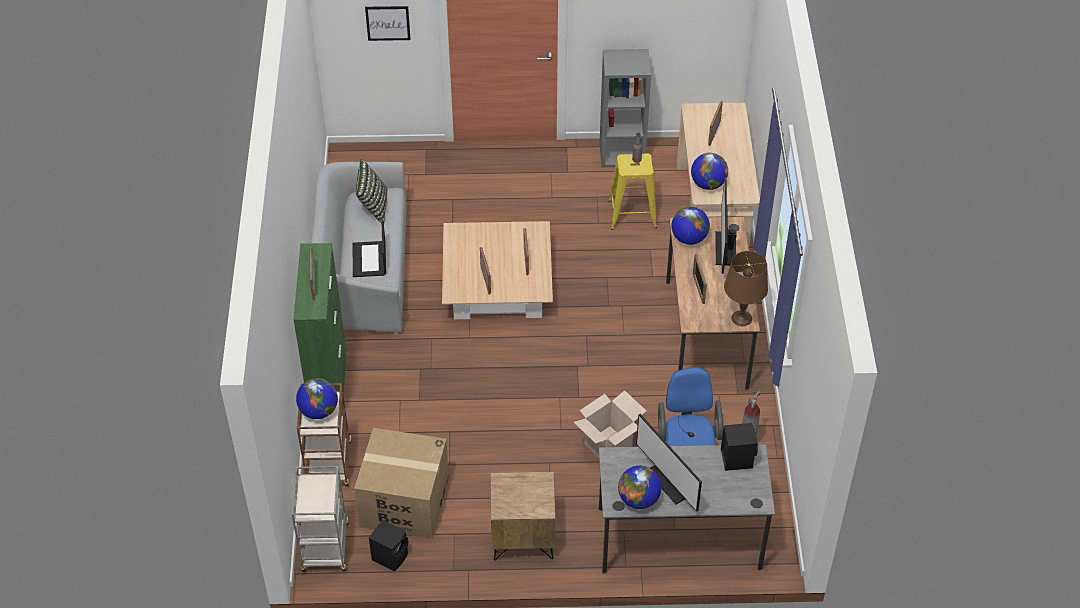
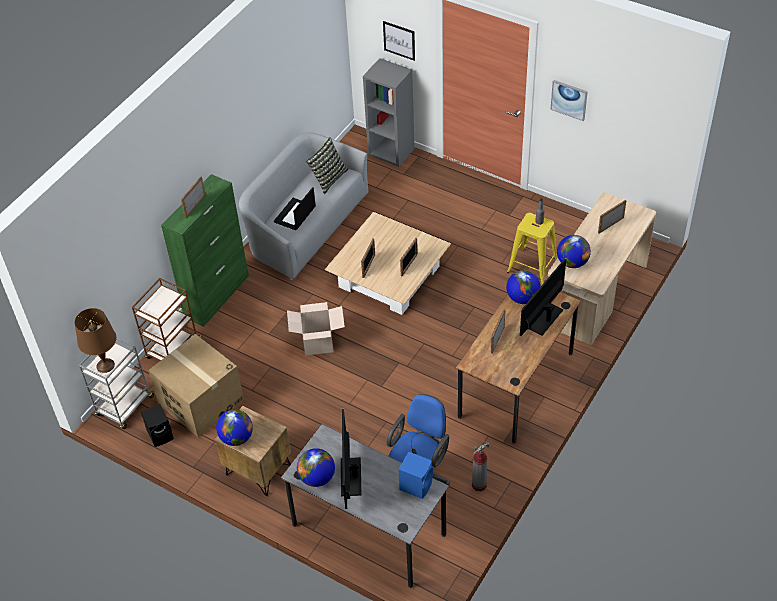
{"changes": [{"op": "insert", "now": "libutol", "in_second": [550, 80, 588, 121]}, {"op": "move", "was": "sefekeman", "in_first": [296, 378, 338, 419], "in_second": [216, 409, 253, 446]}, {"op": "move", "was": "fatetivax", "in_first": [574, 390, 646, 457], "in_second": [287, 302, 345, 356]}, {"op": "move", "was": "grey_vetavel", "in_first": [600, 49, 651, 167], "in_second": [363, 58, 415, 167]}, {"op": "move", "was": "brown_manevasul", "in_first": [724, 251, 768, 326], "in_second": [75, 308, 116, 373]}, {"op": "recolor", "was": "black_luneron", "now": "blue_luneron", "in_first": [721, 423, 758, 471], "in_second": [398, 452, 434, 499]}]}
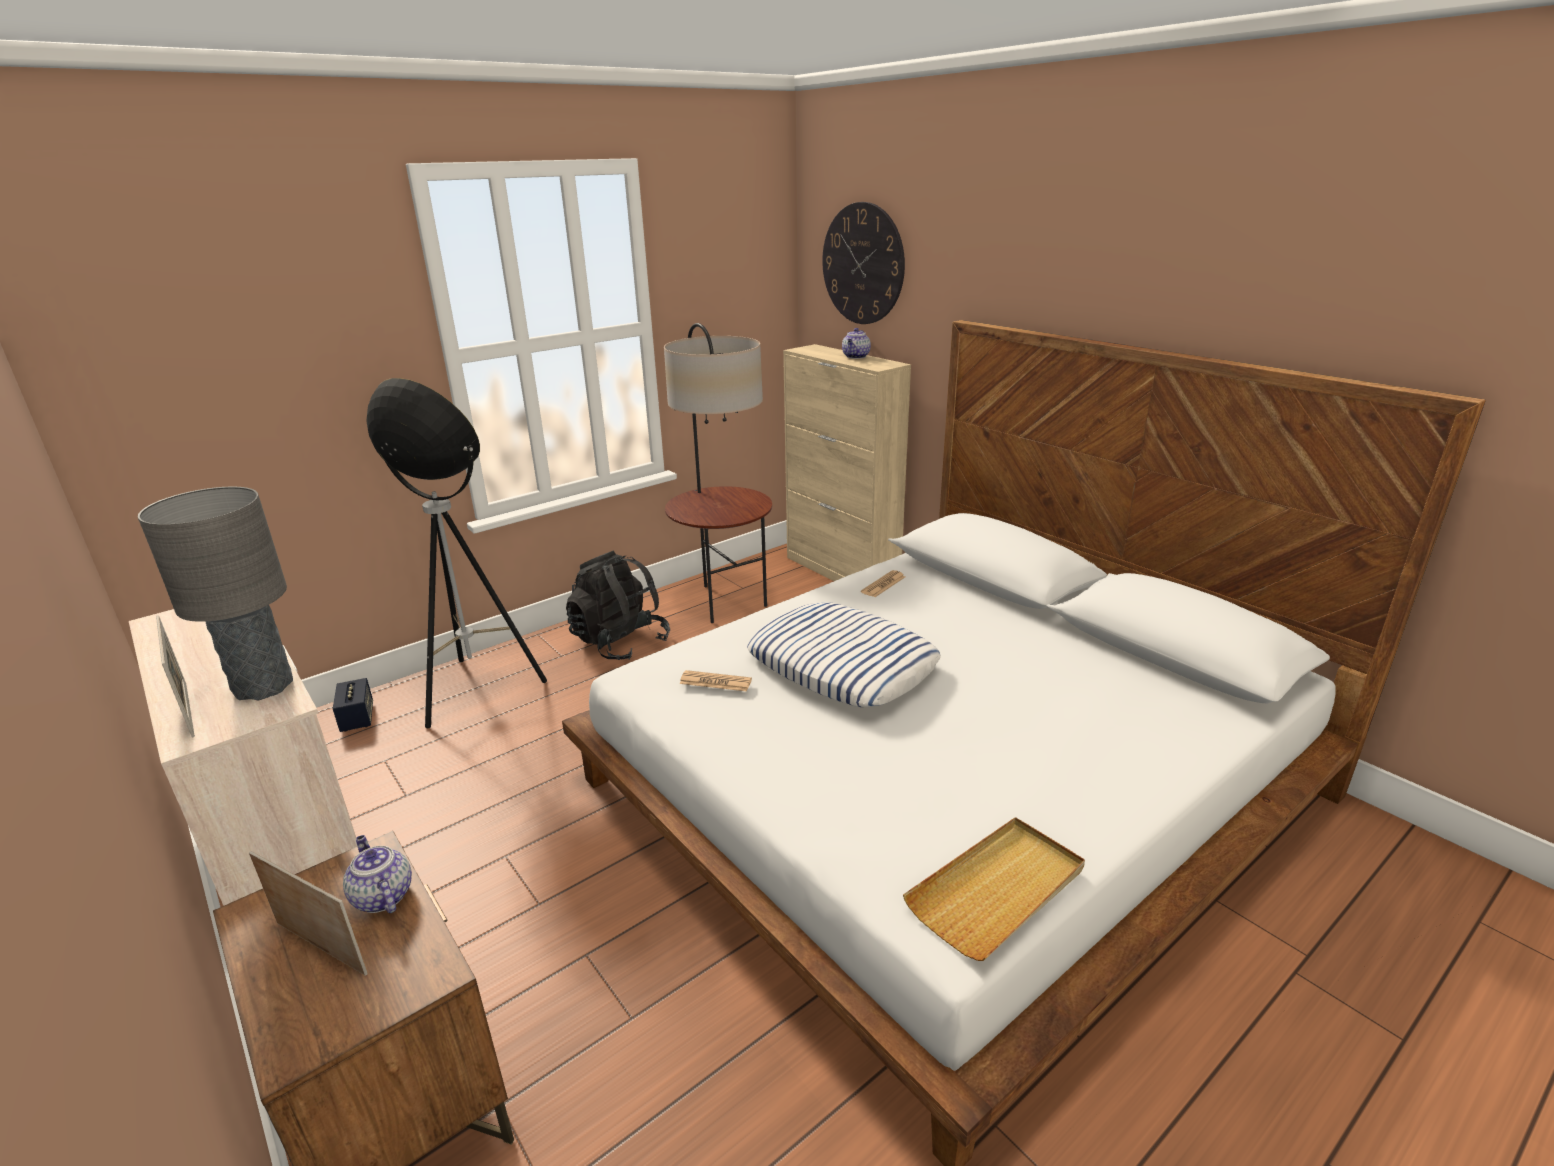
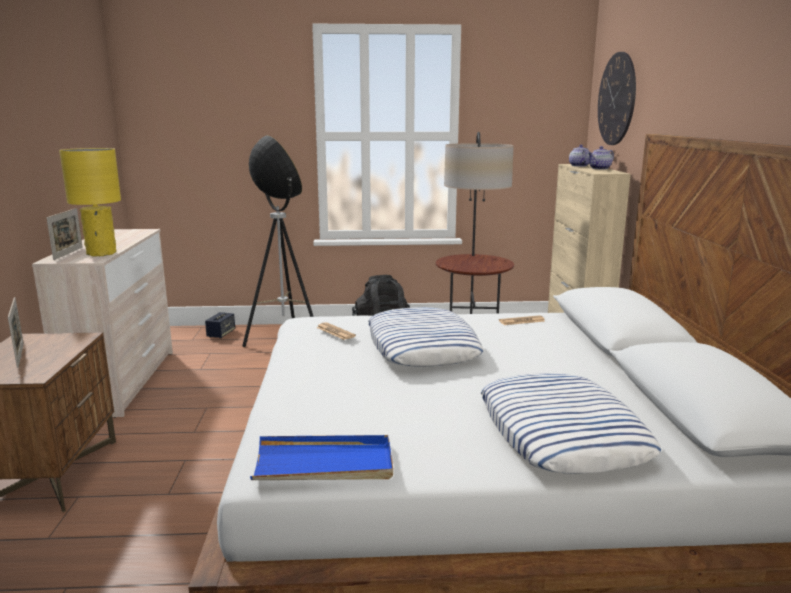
{"changes": [{"op": "insert", "now": "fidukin", "in_second": [481, 373, 662, 474]}, {"op": "move", "was": "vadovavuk", "in_first": [343, 835, 412, 913], "in_second": [569, 145, 590, 167]}, {"op": "recolor", "was": "grey_manevasul", "now": "yellow_manevasul", "in_first": [138, 487, 293, 700], "in_second": [59, 148, 121, 256]}, {"op": "recolor", "was": "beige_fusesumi", "now": "blue_fusesumi", "in_first": [903, 817, 1085, 961], "in_second": [250, 435, 393, 480]}]}
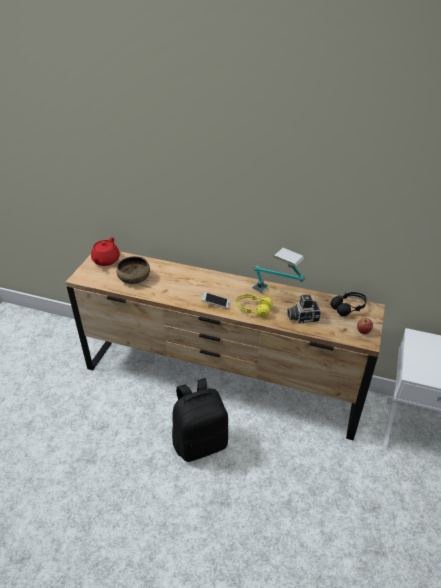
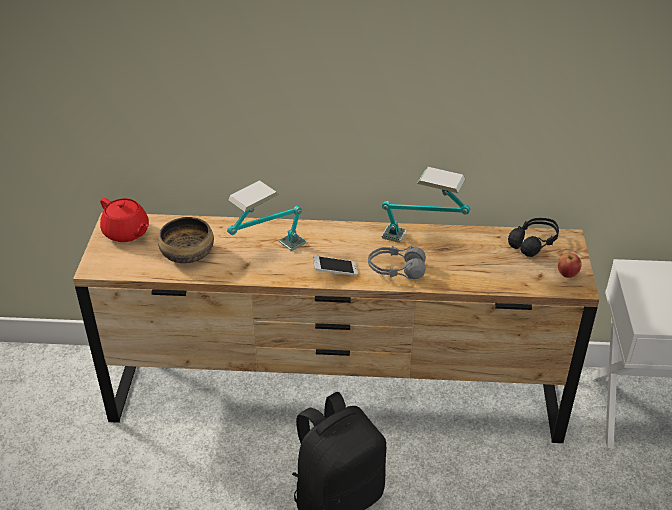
{"changes": [{"op": "delete", "was": "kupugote", "in_first": [287, 294, 321, 324]}, {"op": "insert", "now": "manevasul", "in_second": [227, 180, 306, 251]}, {"op": "recolor", "was": "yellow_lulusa", "now": "grey_lulusa", "in_first": [236, 294, 273, 317], "in_second": [368, 246, 426, 279]}, {"op": "rotate", "was": "red_vadovavuk", "in_first": [91, 237, 120, 266], "in_second": [100, 198, 149, 242], "clockwise": -45}]}
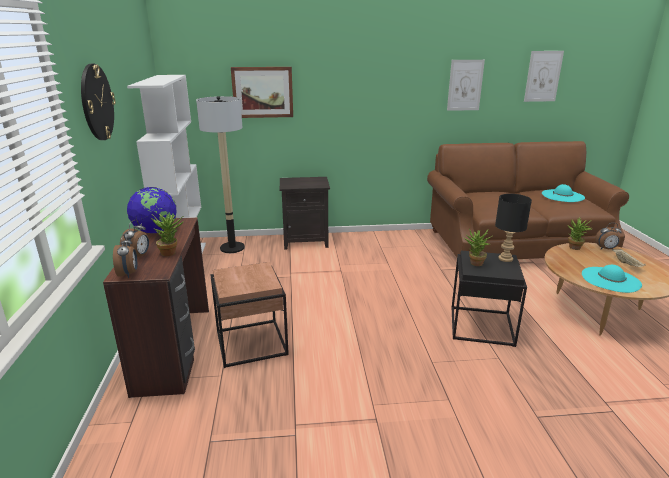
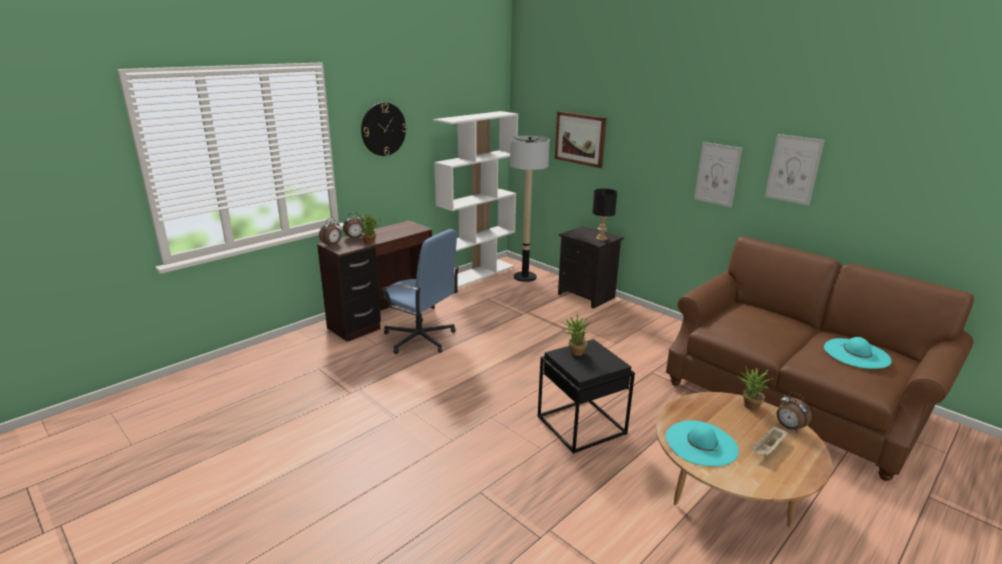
{"changes": [{"op": "delete", "was": "sefekeman", "in_first": [127, 187, 177, 234]}, {"op": "move", "was": "black_manevasul", "in_first": [495, 194, 532, 262], "in_second": [592, 189, 617, 241]}, {"op": "move", "was": "libutol", "in_first": [524, 51, 564, 102], "in_second": [694, 142, 742, 207]}, {"op": "replace", "was": "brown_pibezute", "now": "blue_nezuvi", "in_first": [210, 262, 289, 368], "in_second": [380, 229, 459, 354]}]}
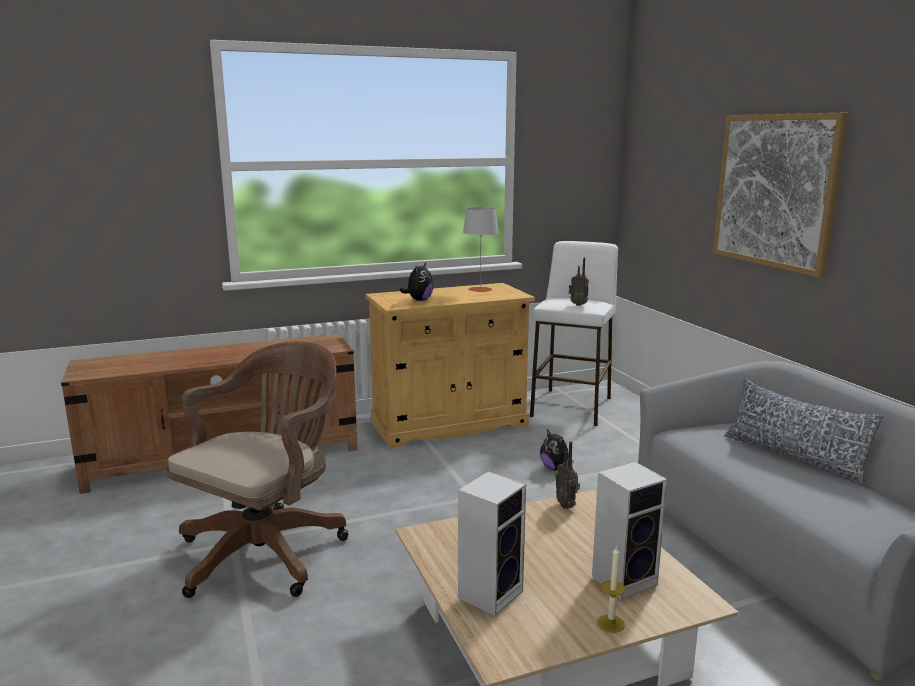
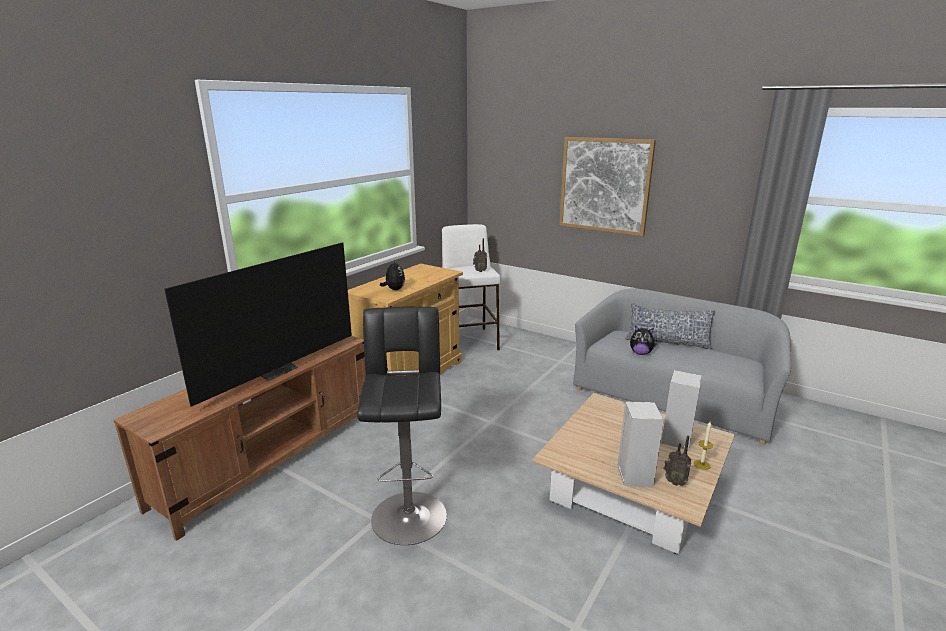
{"changes": [{"op": "delete", "was": "grey_manevasul", "in_first": [463, 207, 499, 292]}, {"op": "insert", "now": "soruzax", "in_second": [164, 242, 352, 407]}, {"op": "move", "was": "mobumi", "in_first": [540, 430, 574, 470], "in_second": [630, 326, 657, 355]}, {"op": "move", "was": "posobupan", "in_first": [556, 441, 580, 509], "in_second": [663, 435, 691, 486]}, {"op": "replace", "was": "brown_nezuvi", "now": "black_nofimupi", "in_first": [166, 341, 349, 598], "in_second": [357, 307, 447, 545]}]}
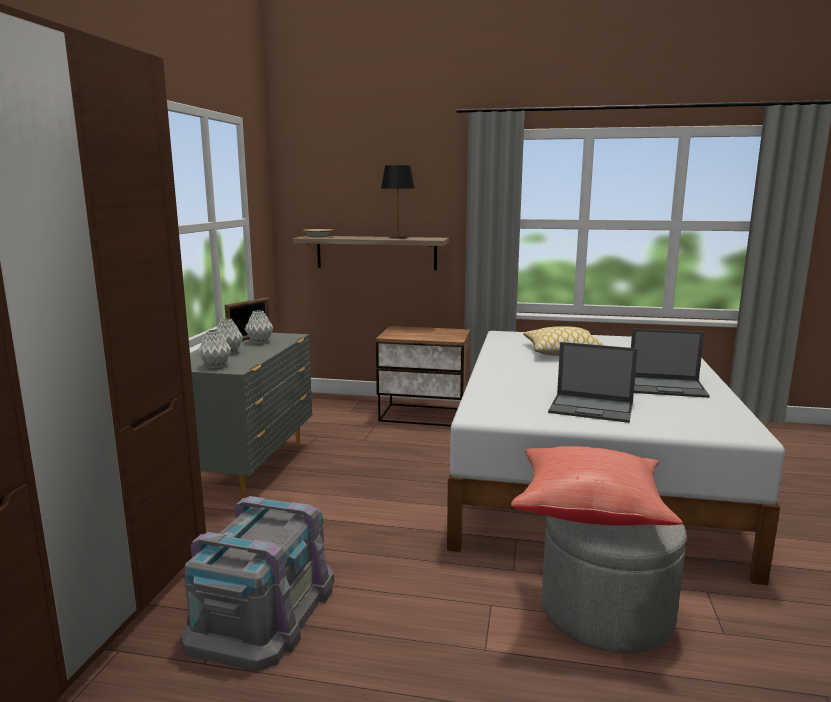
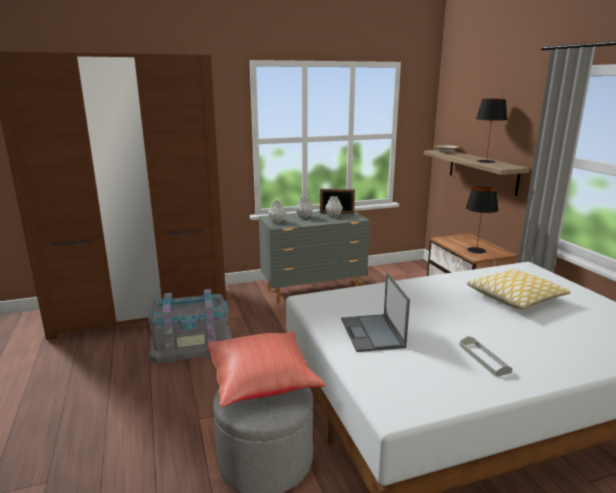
{"changes": [{"op": "insert", "now": "black_manevasul", "in_second": [466, 186, 498, 254]}, {"op": "replace", "was": "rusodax", "now": "grey_fusesumi", "in_first": [631, 328, 710, 398], "in_second": [459, 336, 512, 377]}]}
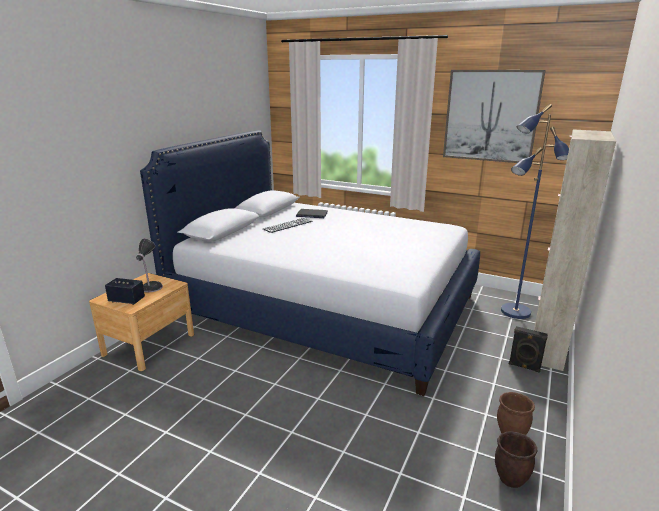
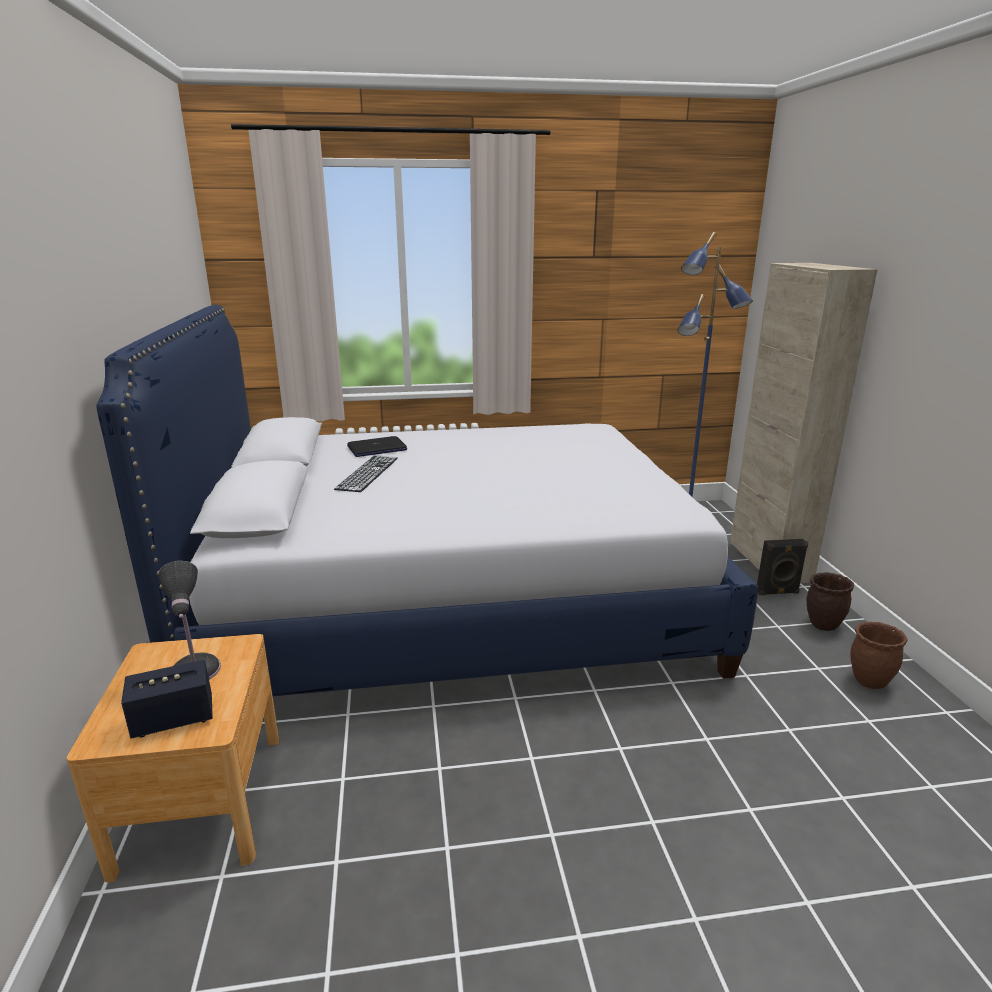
{"changes": [{"op": "delete", "was": "libutol", "in_first": [443, 70, 546, 163]}, {"op": "move", "was": "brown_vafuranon", "in_first": [495, 431, 538, 488], "in_second": [806, 572, 854, 631]}]}
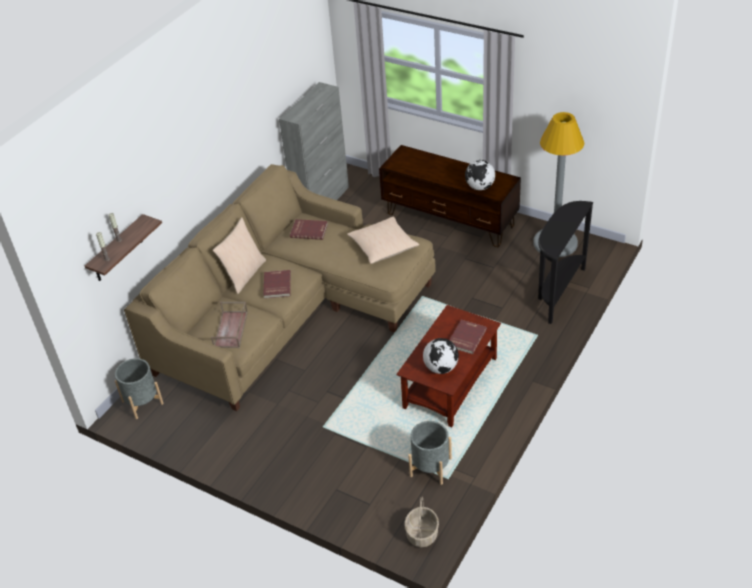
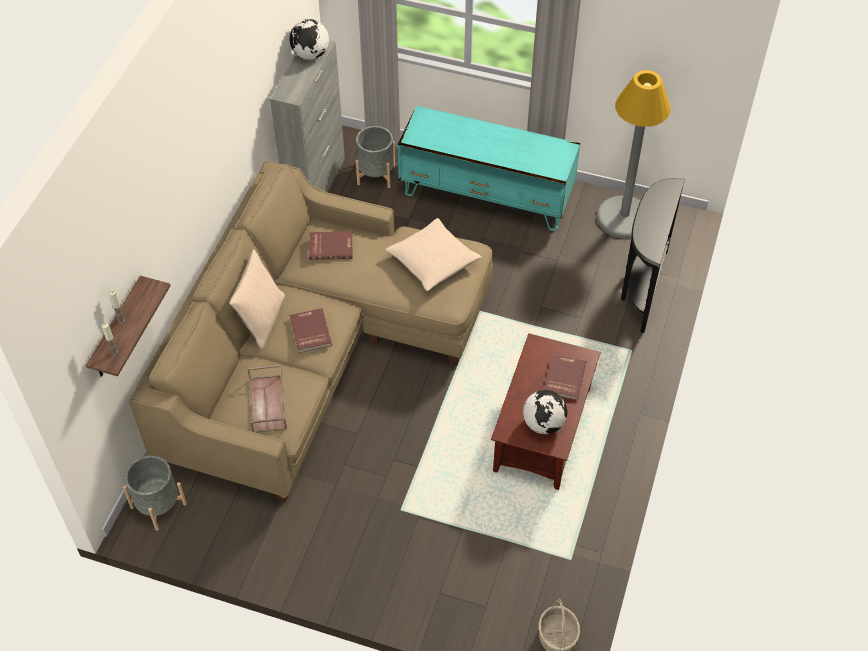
{"changes": [{"op": "move", "was": "grey_vafuranon", "in_first": [408, 421, 452, 485], "in_second": [356, 126, 395, 188]}, {"op": "move", "was": "sefekeman", "in_first": [465, 160, 495, 190], "in_second": [289, 19, 329, 60]}, {"op": "recolor", "was": "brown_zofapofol", "now": "turquoise_zofapofol", "in_first": [379, 145, 521, 247], "in_second": [397, 106, 580, 231]}]}
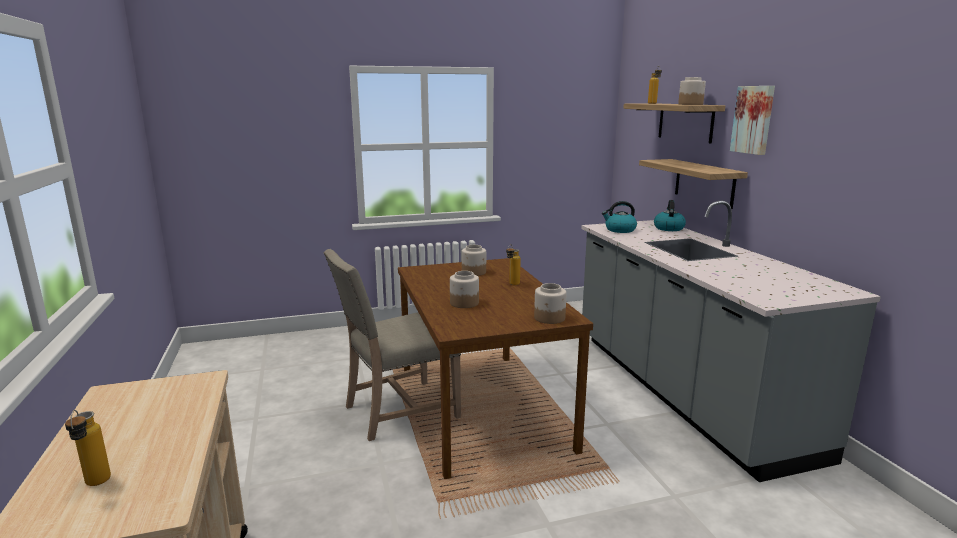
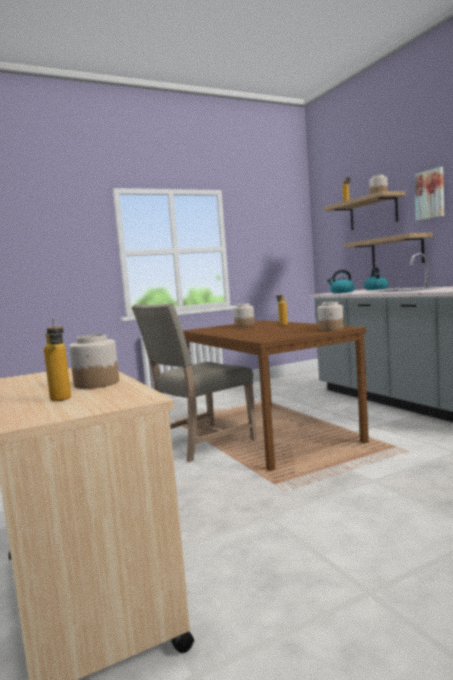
{"changes": [{"op": "move", "was": "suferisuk", "in_first": [450, 271, 479, 308], "in_second": [69, 334, 119, 389]}]}
